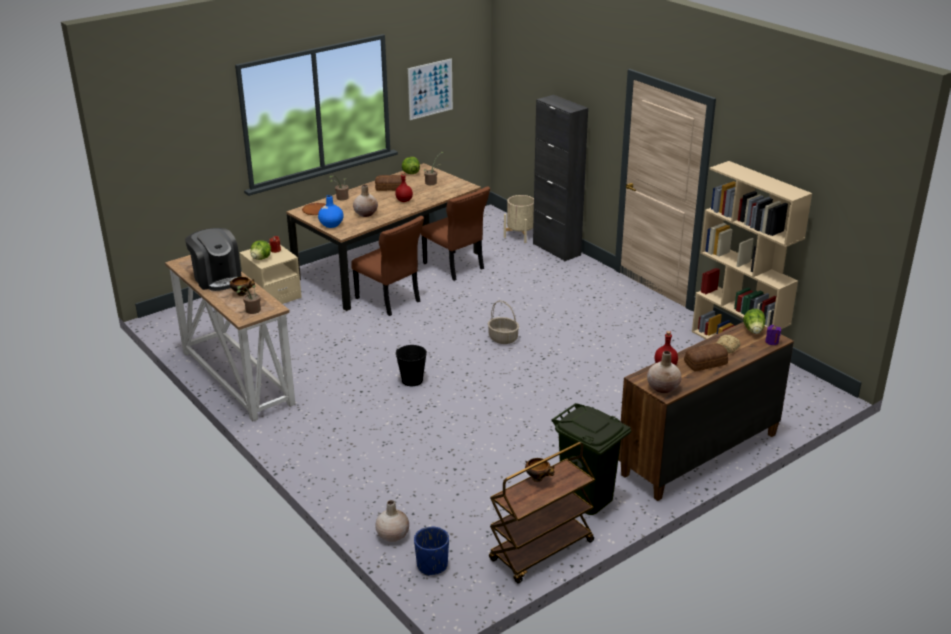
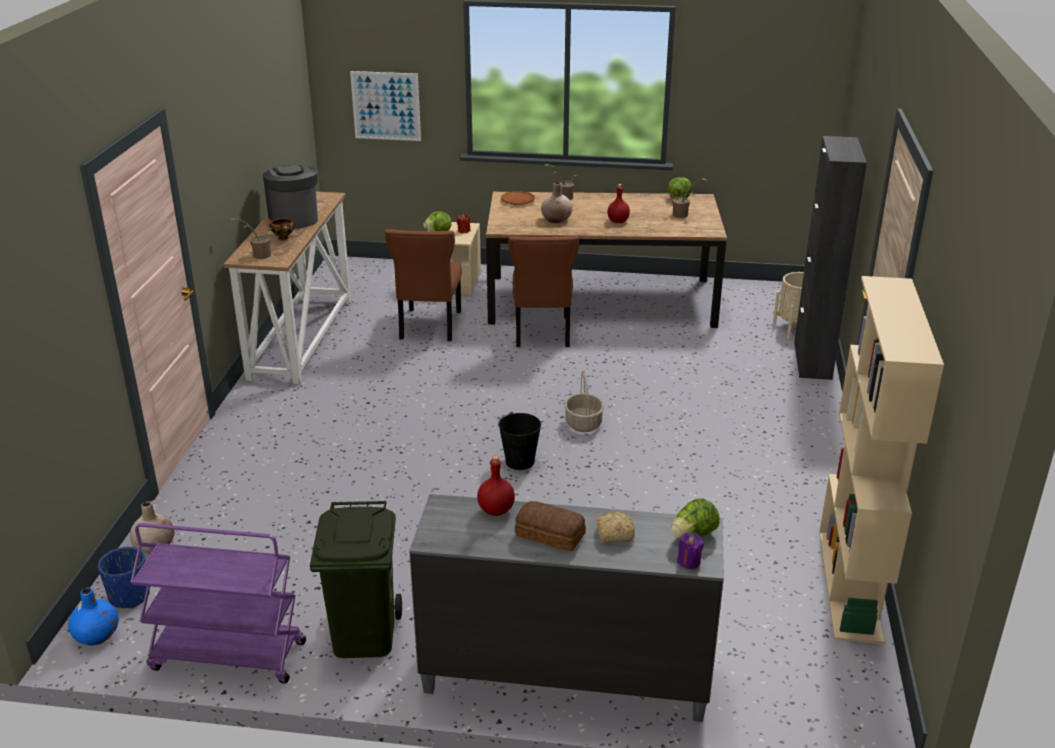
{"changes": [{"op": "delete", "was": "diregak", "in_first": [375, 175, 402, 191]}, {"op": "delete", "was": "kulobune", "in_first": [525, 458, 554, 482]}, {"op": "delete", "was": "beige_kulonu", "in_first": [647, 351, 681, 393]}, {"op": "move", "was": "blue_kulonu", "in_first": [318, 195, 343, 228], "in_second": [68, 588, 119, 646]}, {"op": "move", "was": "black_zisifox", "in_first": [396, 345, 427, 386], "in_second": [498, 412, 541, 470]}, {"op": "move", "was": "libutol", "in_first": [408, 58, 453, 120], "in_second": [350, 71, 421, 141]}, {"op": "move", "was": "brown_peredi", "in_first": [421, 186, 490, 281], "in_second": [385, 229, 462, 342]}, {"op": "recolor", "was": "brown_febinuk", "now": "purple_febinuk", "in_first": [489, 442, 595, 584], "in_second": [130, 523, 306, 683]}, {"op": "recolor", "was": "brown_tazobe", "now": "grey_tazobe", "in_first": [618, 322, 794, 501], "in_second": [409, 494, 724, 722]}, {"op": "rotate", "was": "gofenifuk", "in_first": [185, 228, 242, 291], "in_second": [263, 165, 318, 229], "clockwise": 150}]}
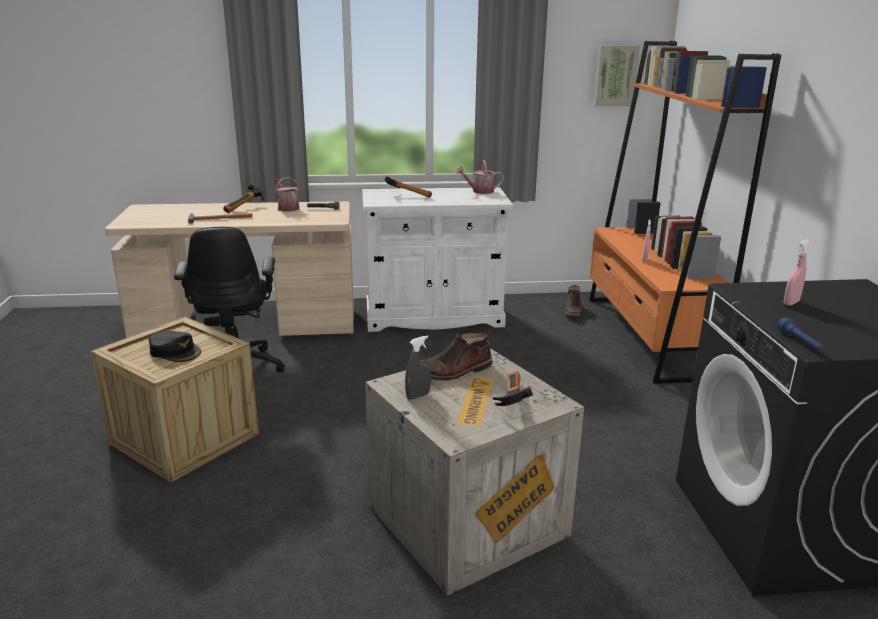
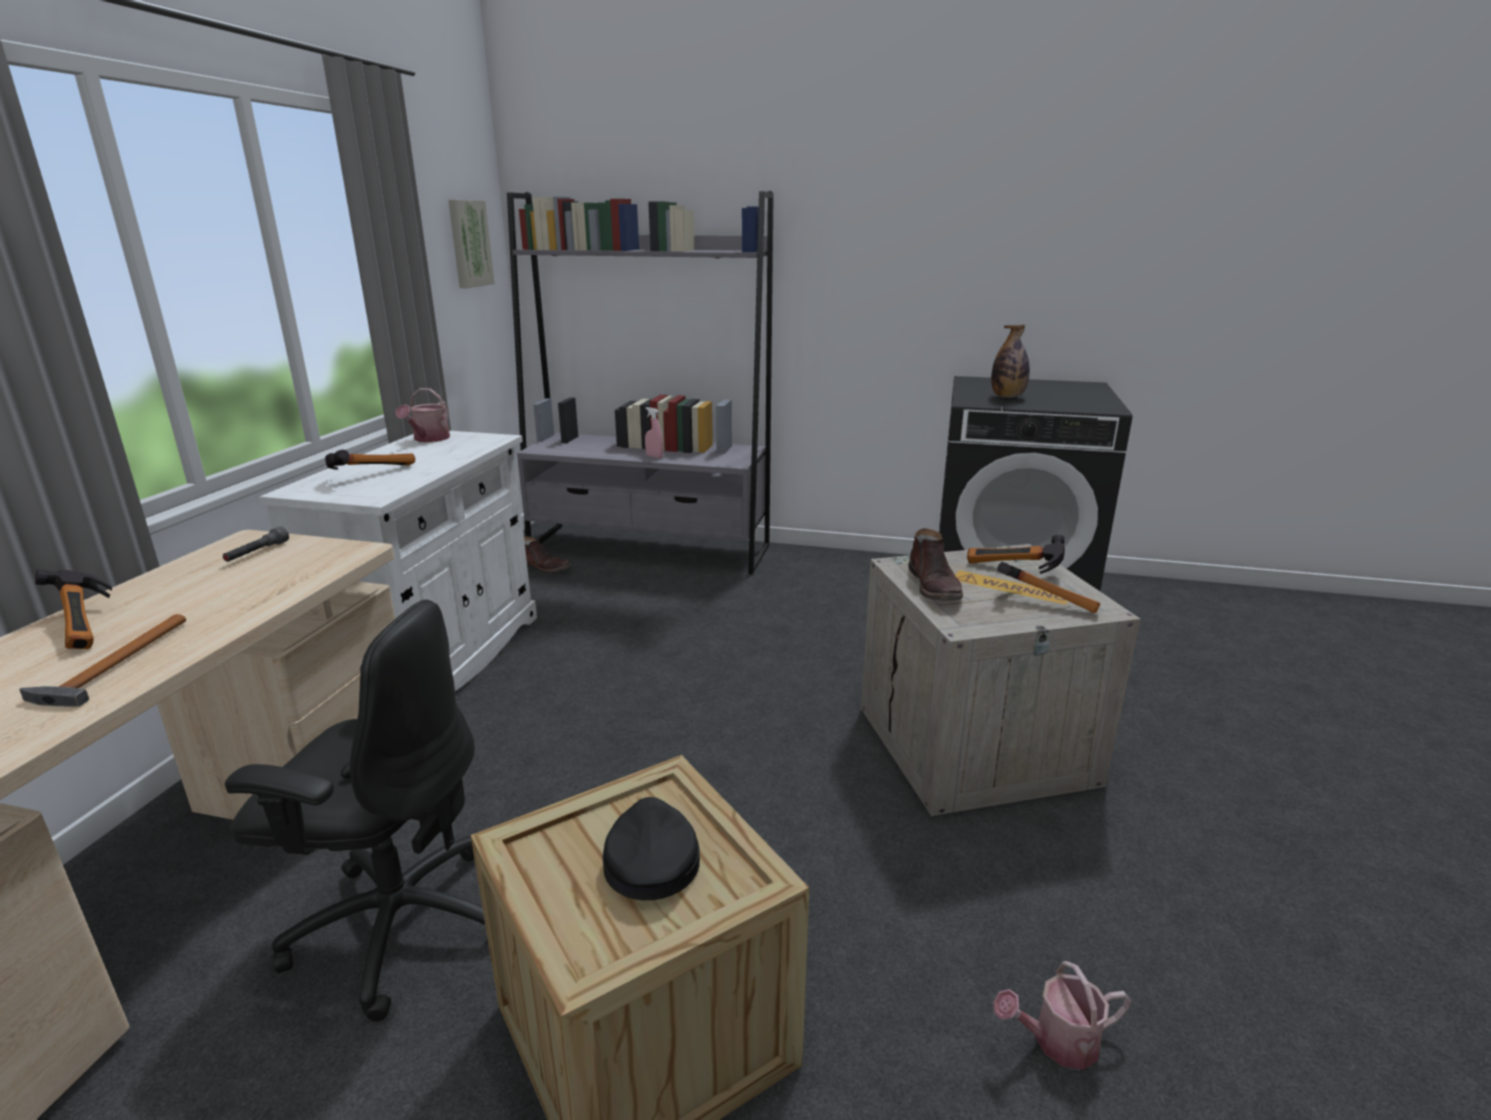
{"changes": [{"op": "delete", "was": "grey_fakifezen", "in_first": [405, 336, 431, 400]}, {"op": "delete", "was": "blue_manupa", "in_first": [777, 317, 825, 352]}, {"op": "insert", "now": "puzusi", "in_second": [997, 562, 1100, 613]}, {"op": "move", "was": "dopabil", "in_first": [275, 177, 299, 212], "in_second": [993, 961, 1132, 1070]}, {"op": "replace", "was": "pink_fakifezen", "now": "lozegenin", "in_first": [783, 239, 810, 306], "in_second": [991, 325, 1030, 398]}, {"op": "recolor", "was": "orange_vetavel", "now": "grey_vetavel", "in_first": [589, 41, 781, 384], "in_second": [507, 191, 774, 575]}, {"op": "rotate", "was": "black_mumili", "in_first": [149, 330, 201, 362], "in_second": [602, 797, 700, 900], "clockwise": -60}]}
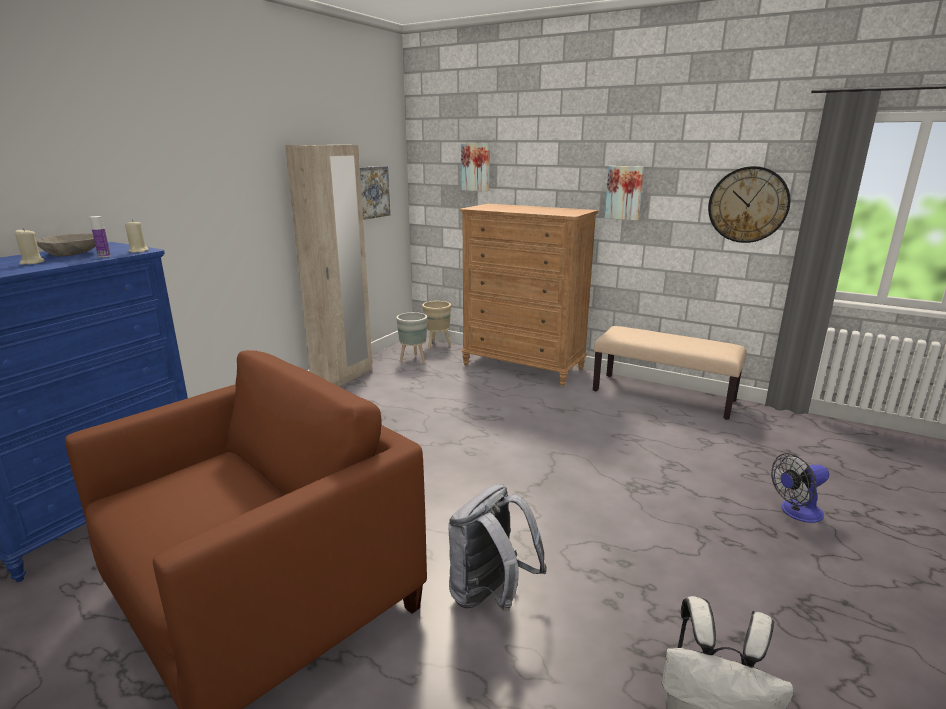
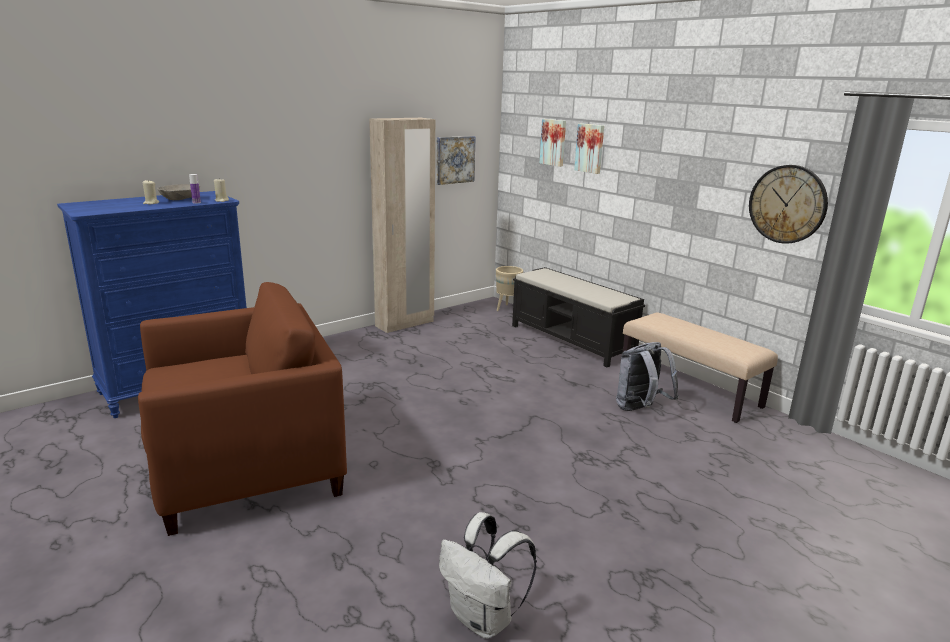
{"changes": [{"op": "delete", "was": "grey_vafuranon", "in_first": [396, 312, 427, 363]}, {"op": "delete", "was": "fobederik", "in_first": [771, 453, 829, 523]}, {"op": "move", "was": "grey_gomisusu", "in_first": [449, 484, 547, 611], "in_second": [616, 342, 679, 411]}, {"op": "move", "was": "libutol", "in_first": [605, 166, 644, 220], "in_second": [574, 123, 604, 174]}, {"op": "replace", "was": "brown_tazobe", "now": "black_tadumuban", "in_first": [460, 204, 599, 387], "in_second": [512, 267, 645, 367]}]}
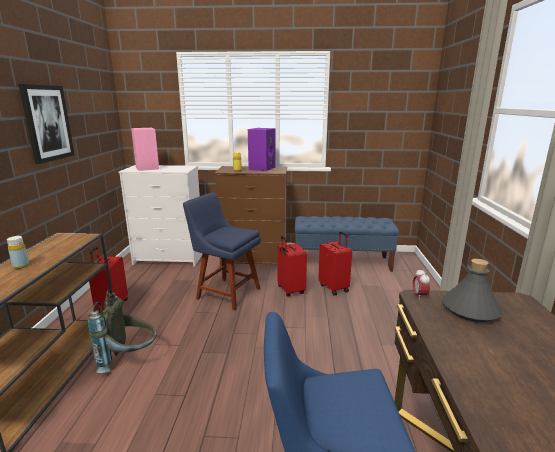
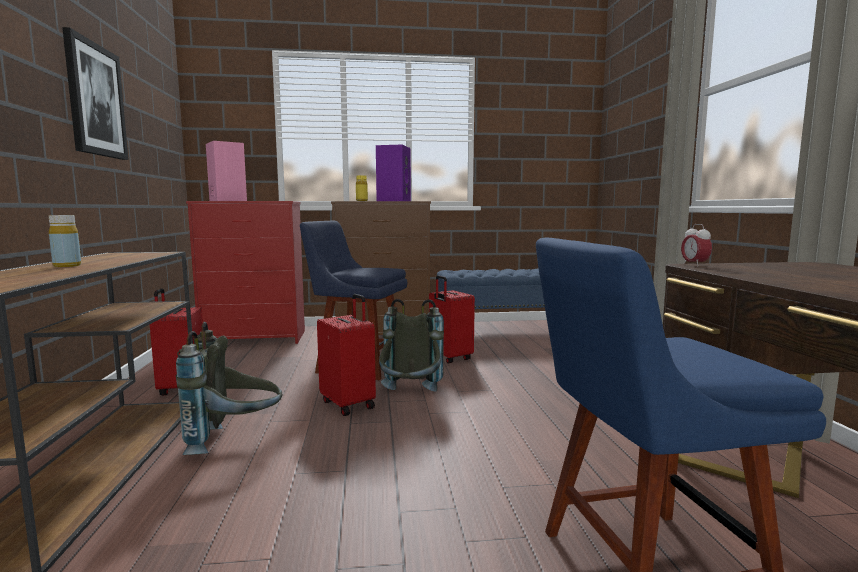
{"changes": [{"op": "delete", "was": "grey_lozegenin", "in_first": [442, 259, 503, 322]}, {"op": "insert", "now": "grey_gomisusu", "in_second": [379, 299, 444, 392]}, {"op": "move", "was": "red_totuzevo", "in_first": [318, 232, 352, 296], "in_second": [317, 294, 376, 416]}, {"op": "recolor", "was": "white_tazobe", "now": "red_tazobe", "in_first": [119, 165, 203, 267], "in_second": [186, 201, 305, 344]}]}
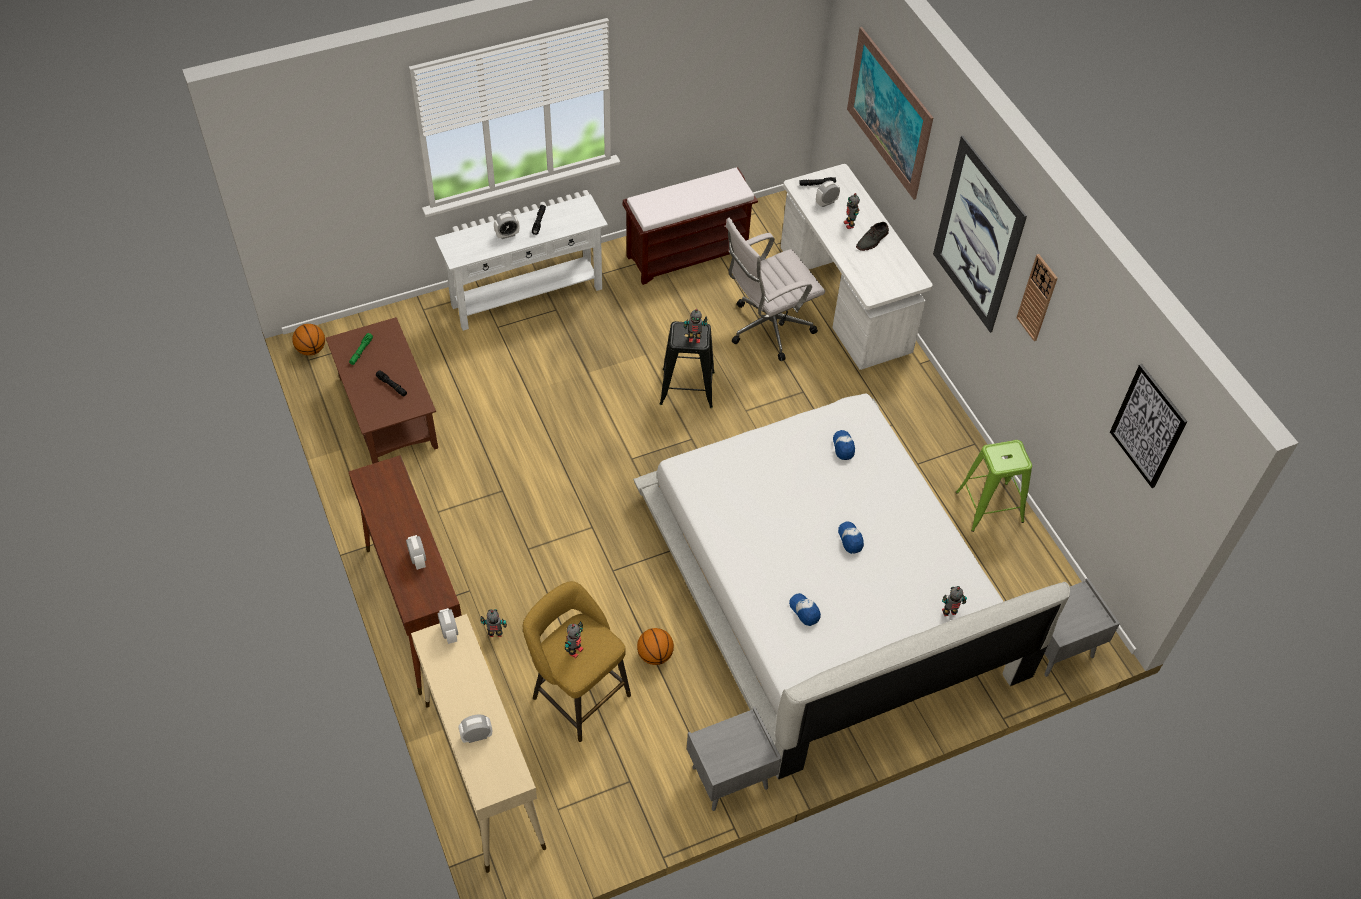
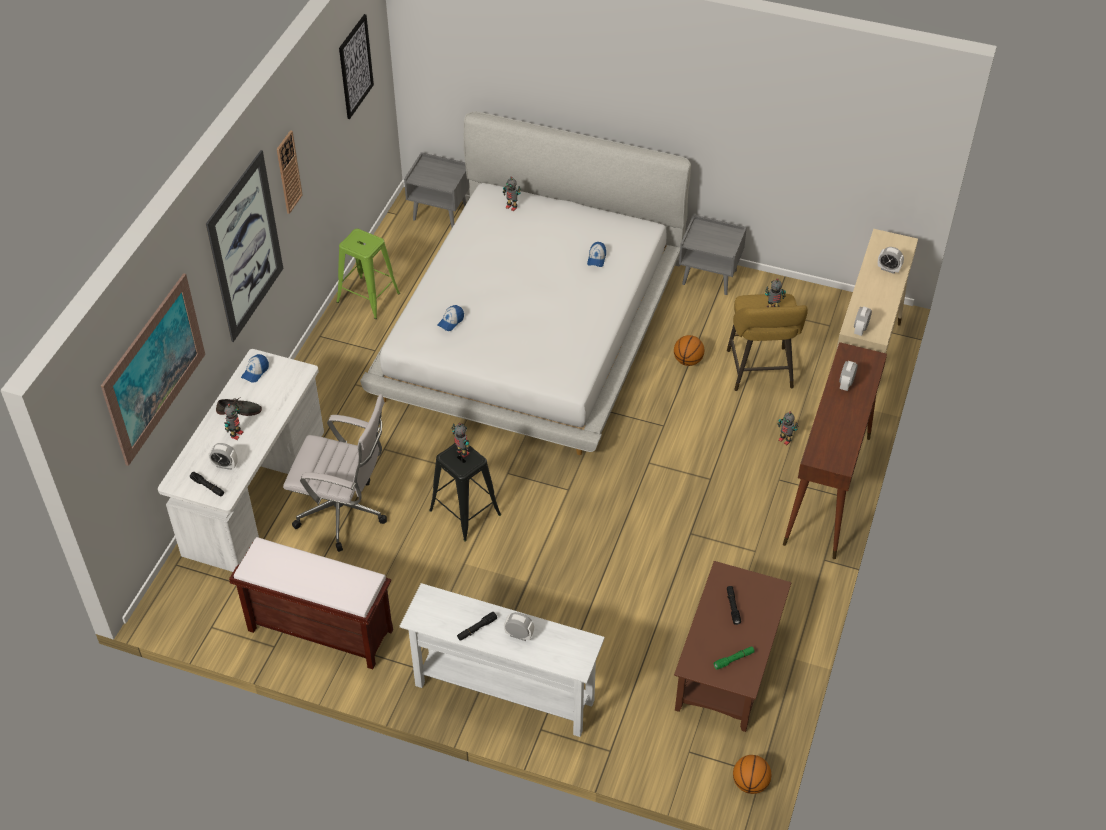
{"changes": [{"op": "move", "was": "mumili", "in_first": [838, 522, 864, 554], "in_second": [241, 354, 269, 383]}]}
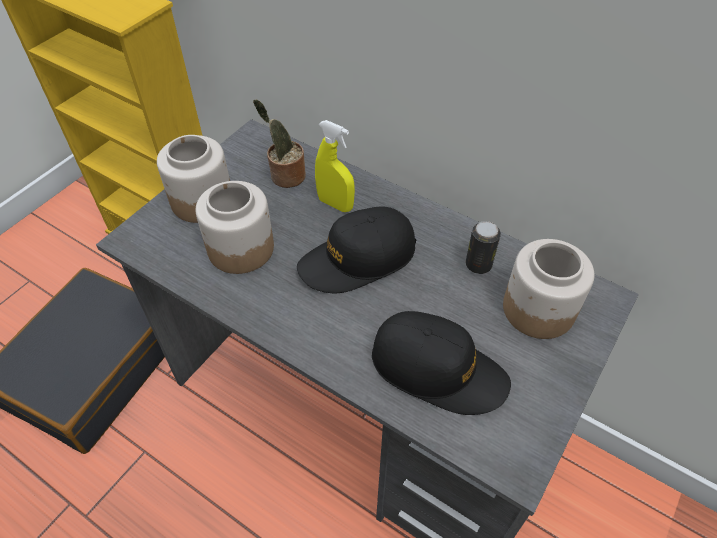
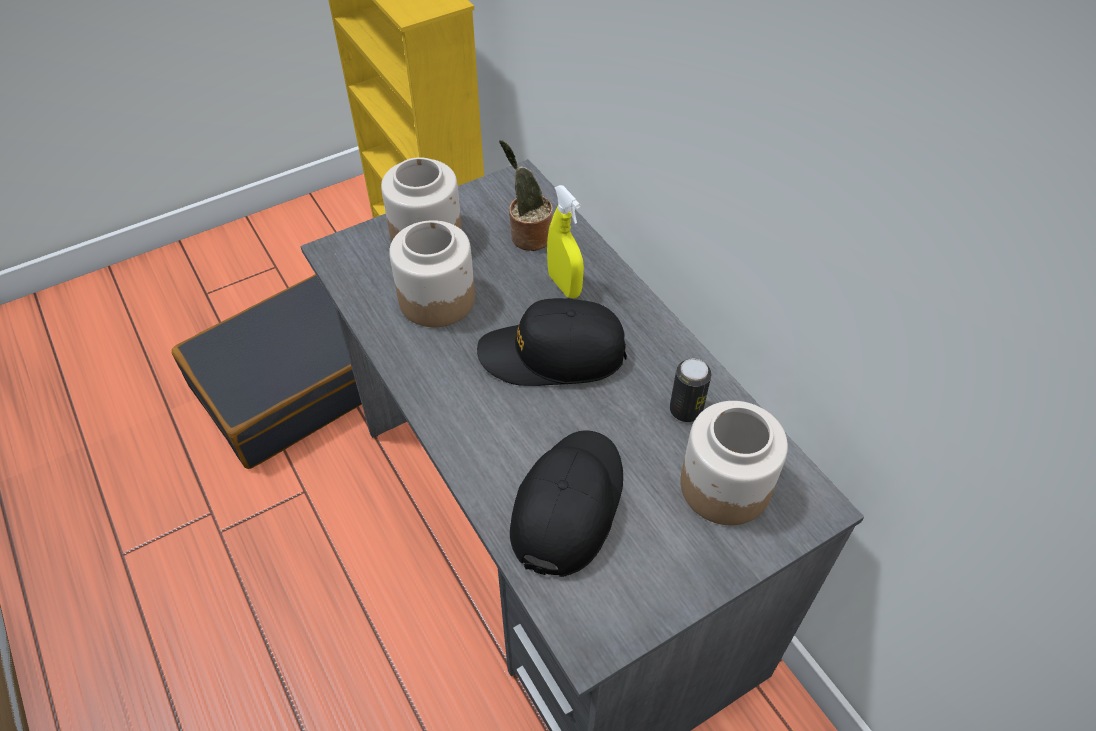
{"changes": [{"op": "rotate", "was": "black_mumili", "in_first": [372, 311, 511, 415], "in_second": [510, 431, 623, 577], "clockwise": -120}]}
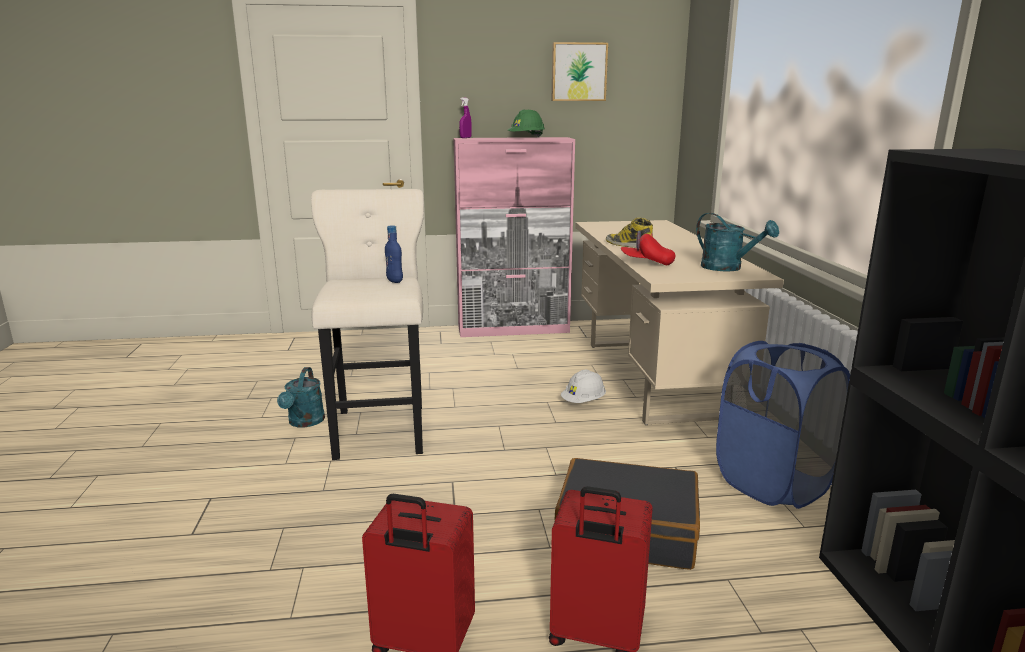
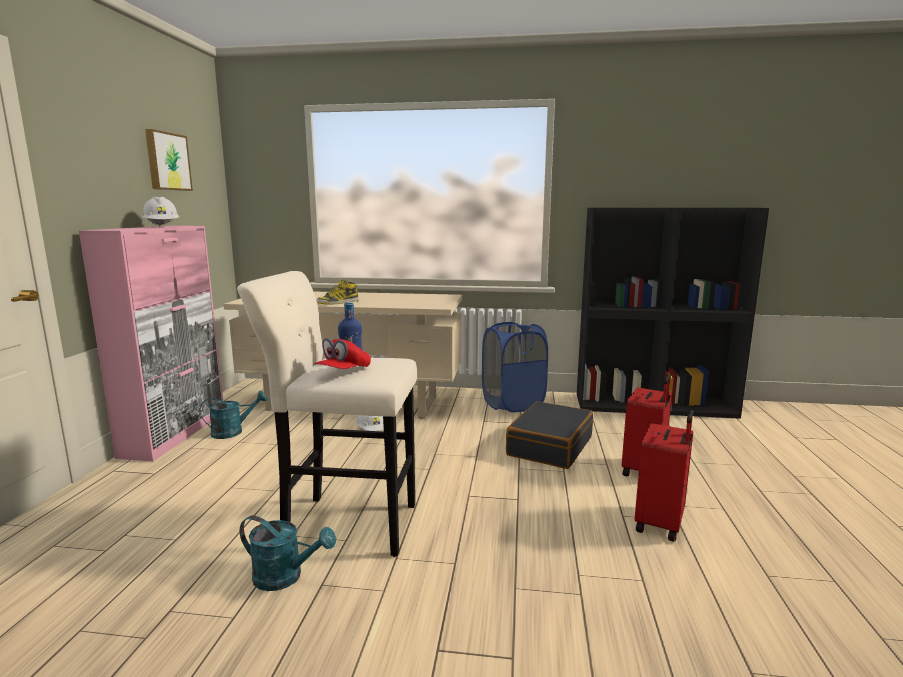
{"changes": [{"op": "delete", "was": "purple_fakifezen", "in_first": [459, 98, 472, 138]}, {"op": "move", "was": "red_mumili", "in_first": [621, 231, 675, 265], "in_second": [314, 338, 371, 369]}, {"op": "move", "was": "turquoise_dopabil", "in_first": [696, 213, 779, 271], "in_second": [200, 391, 267, 439]}, {"op": "recolor", "was": "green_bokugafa", "now": "white_bokugafa", "in_first": [508, 110, 545, 138], "in_second": [142, 197, 179, 226]}]}
